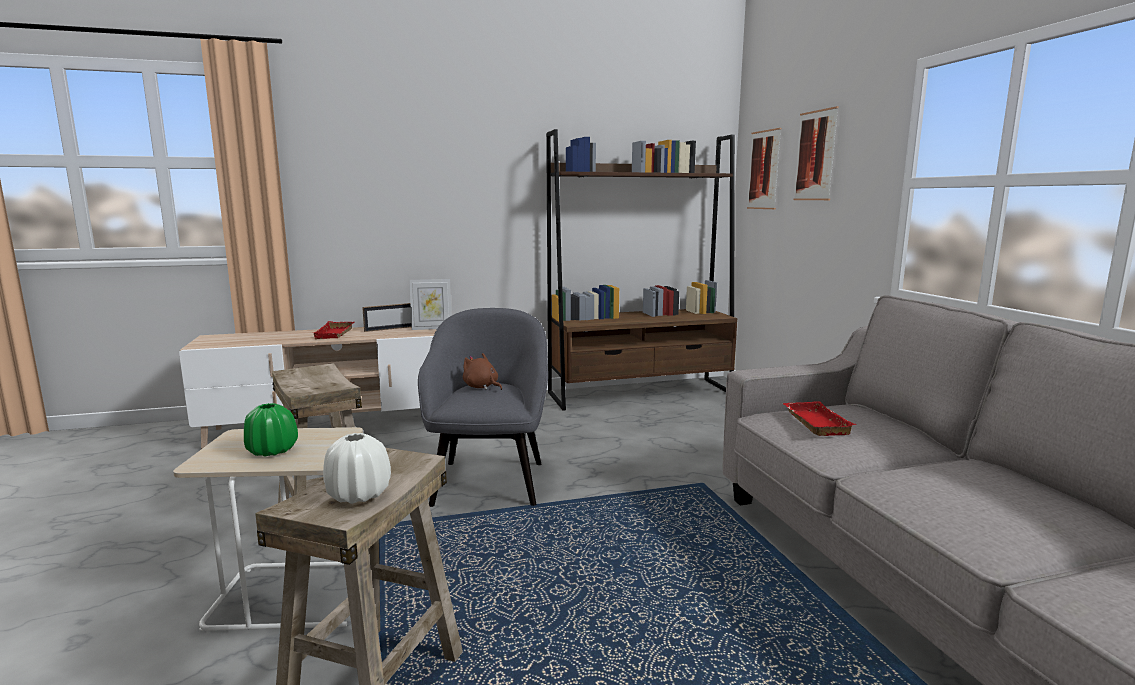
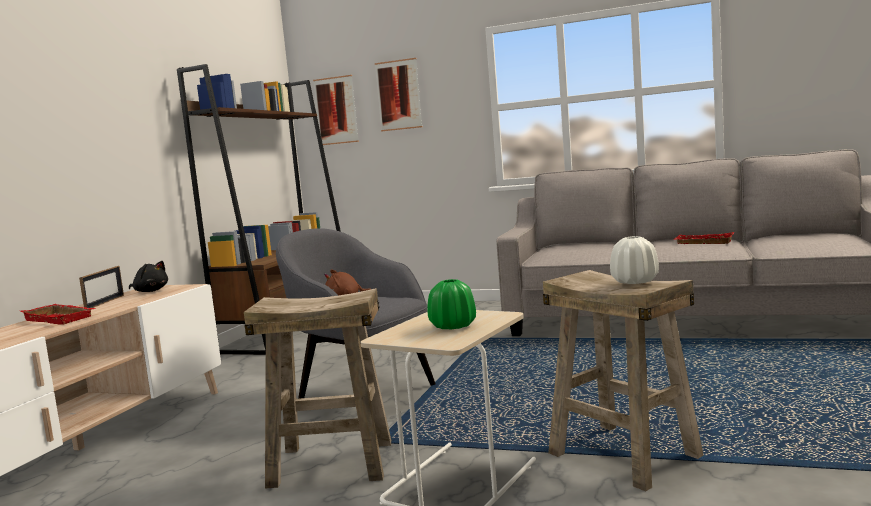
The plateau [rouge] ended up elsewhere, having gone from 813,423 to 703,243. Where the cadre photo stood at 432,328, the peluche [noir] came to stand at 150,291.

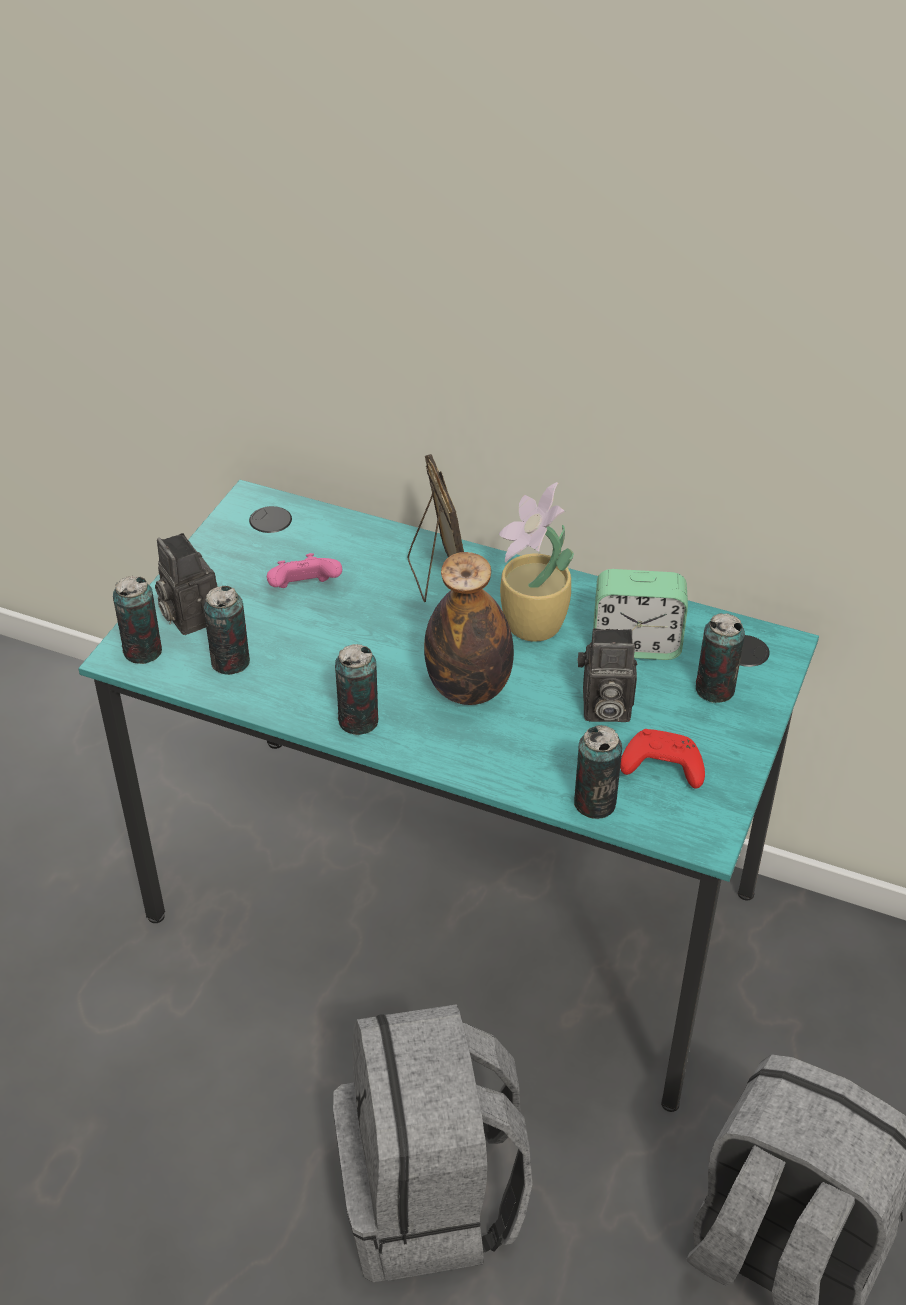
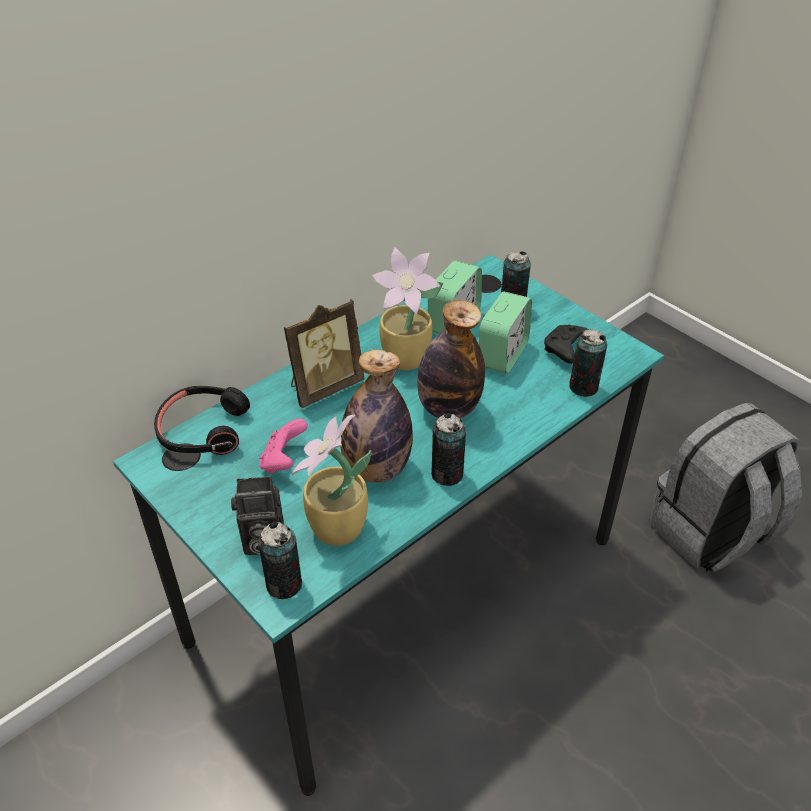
The second view lost the sac à dos [gris] at 431,1198. The second view gained the casque audio [noir] at 203,429. The second view gained the bouteille at 376,469. Where the boîte métallique stood at 230,662, the plante en pot came to stand at 336,530. Where the appareil photo stood at 603,708, the réveil came to stand at 502,355. What was the manette [rouge] at 660,768 turned into the manette [noir] at 567,350. The cadre photo at 438,577 ended up facing another way, 135 degrees clockwise from before.

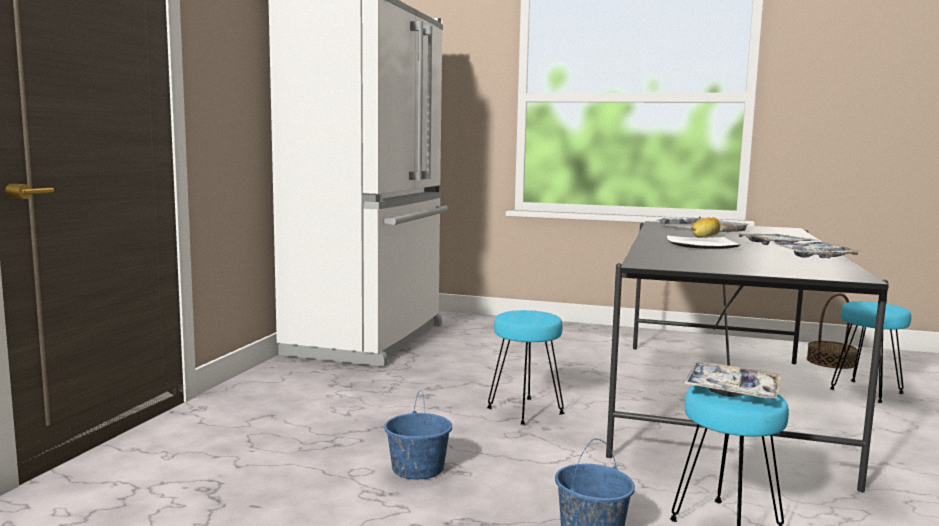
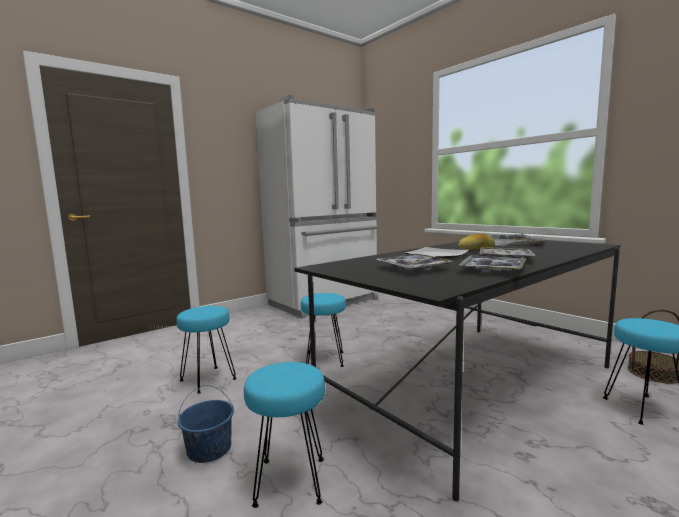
The plateau ended up elsewhere, having gone from 731,391 to 413,268. Where the seau [bleu] stood at 418,468, the tabouret [turquoise] came to stand at 209,379.

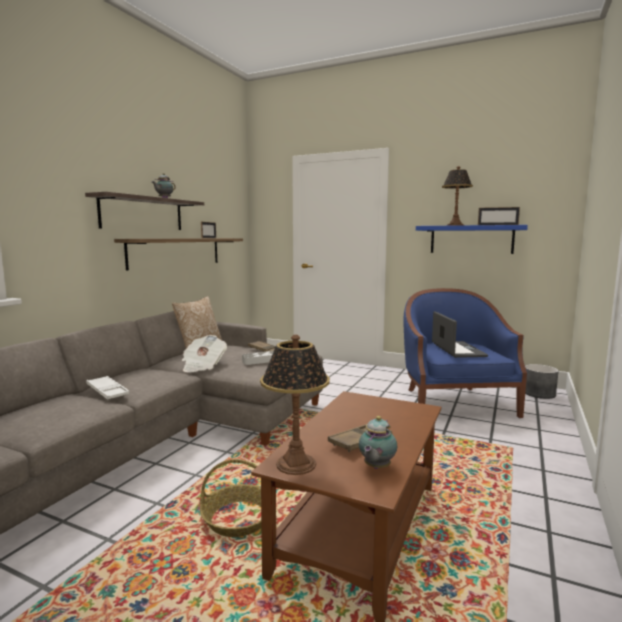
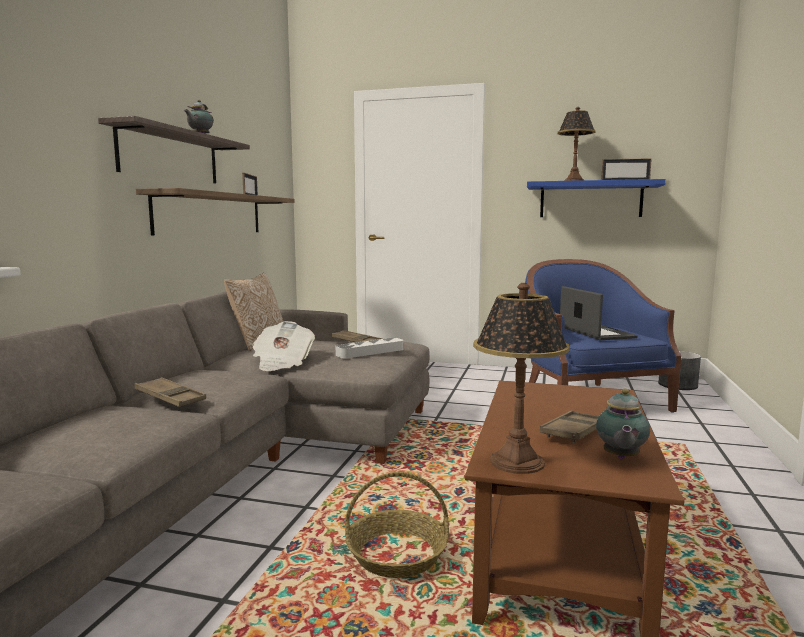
What was the plateau [blanc] at 107,391 turned into the plateau [marron] at 170,397.

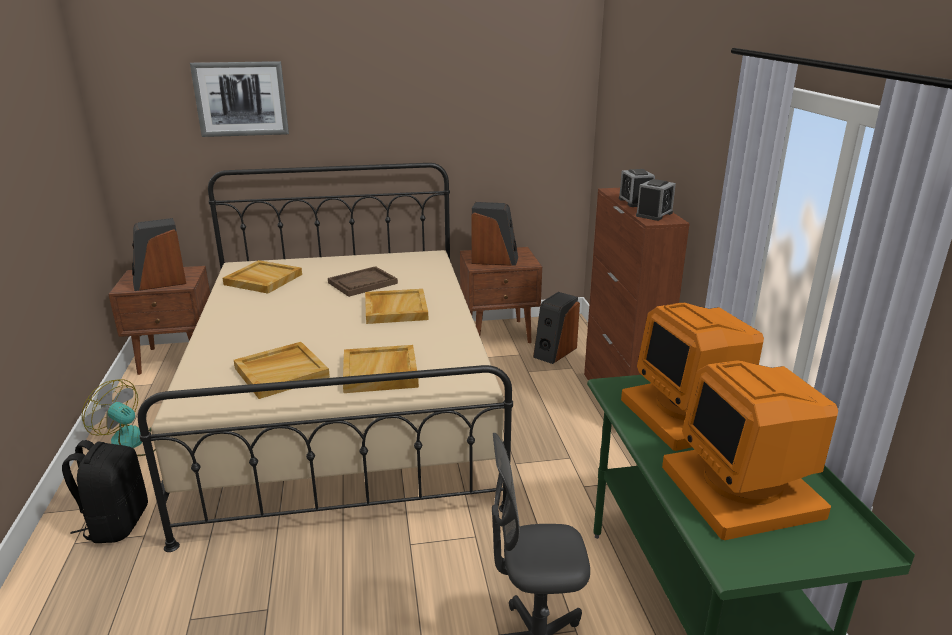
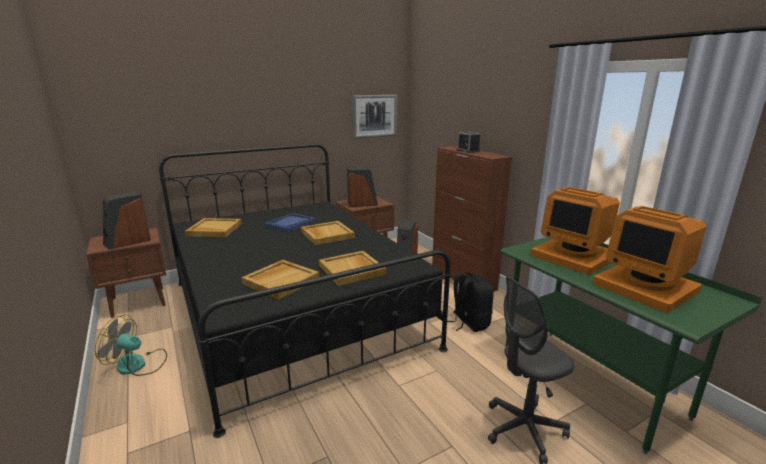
The second view lost the réveil at 654,214. The sac à dos [noir] ended up elsewhere, having gone from 116,523 to 469,323. The tableau ended up elsewhere, having gone from 241,99 to 374,116. What was the lit [beige] at 344,410 turned into the lit [noir] at 294,312. What was the plateau [marron] at 362,283 turned into the plateau [bleu] at 290,224.

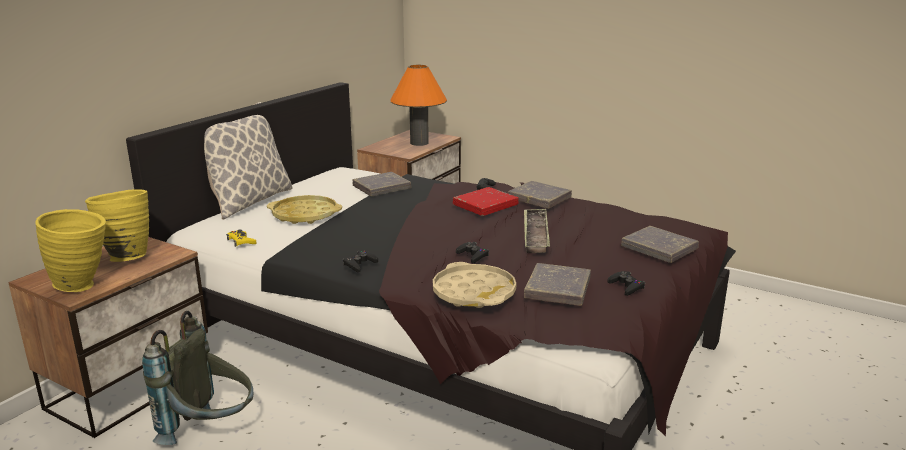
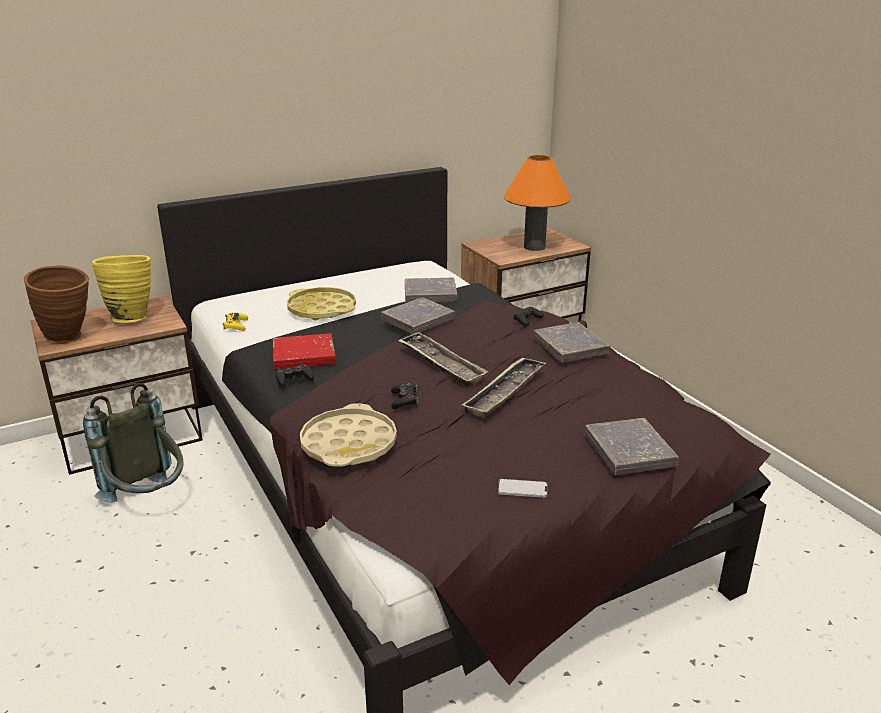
The second view lost the coussin at 248,202. The second view gained the plateau at 441,364. The livre [rouge] ended up elsewhere, having gone from 485,205 to 304,356. The livre [gris] ended up elsewhere, having gone from 558,289 to 418,320. Where the manette [noir] stood at 626,287, the téléphone came to stand at 522,489. What was the vase [jaune] at 84,286 turned into the vase [marron] at 70,338.

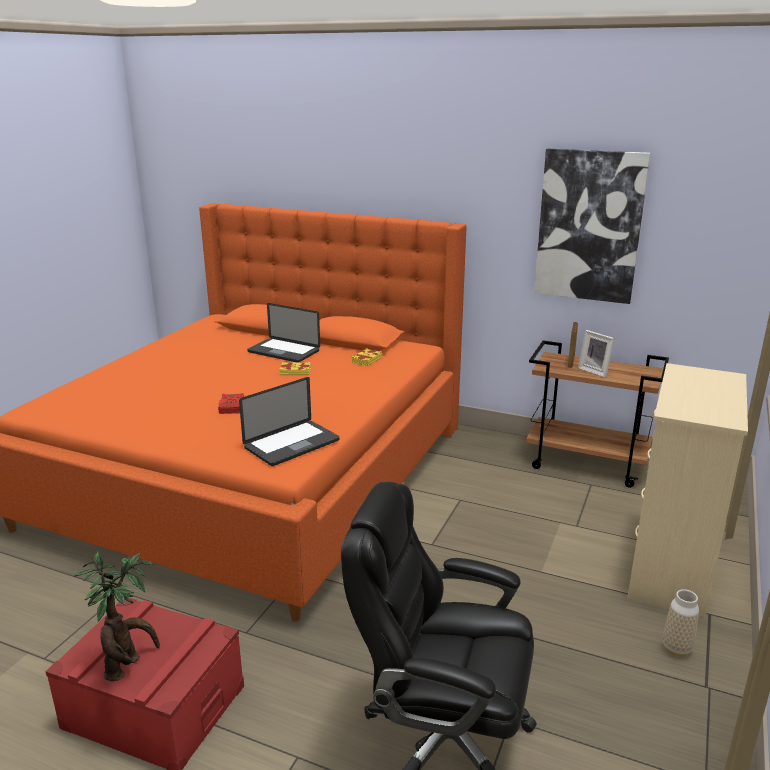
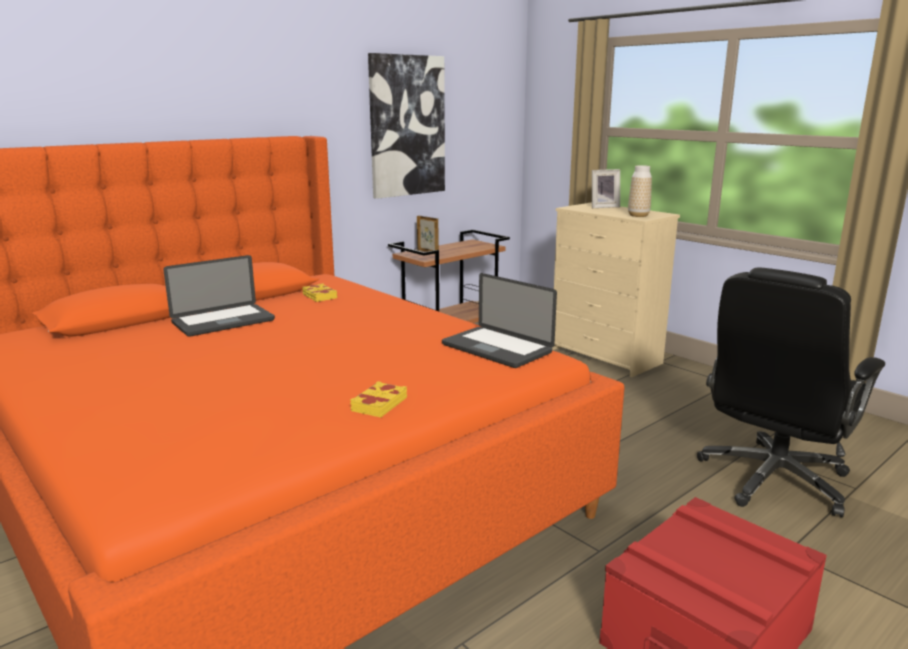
The second view lost the plante en pot at 128,664. The second view lost the livre [rouge] at 231,407. The livre [jaune] ended up elsewhere, having gone from 295,371 to 378,404. The cadre photo ended up elsewhere, having gone from 595,371 to 603,207. The vase ended up elsewhere, having gone from 676,649 to 638,215. The ordinateur portable at 292,444 ended up facing another way, 150 degrees clockwise from before.

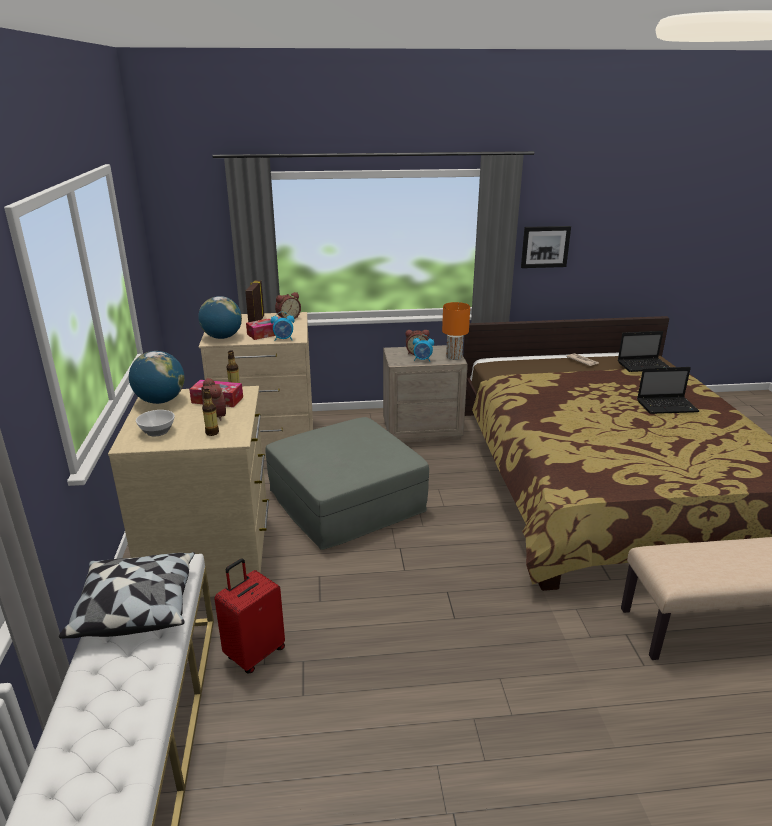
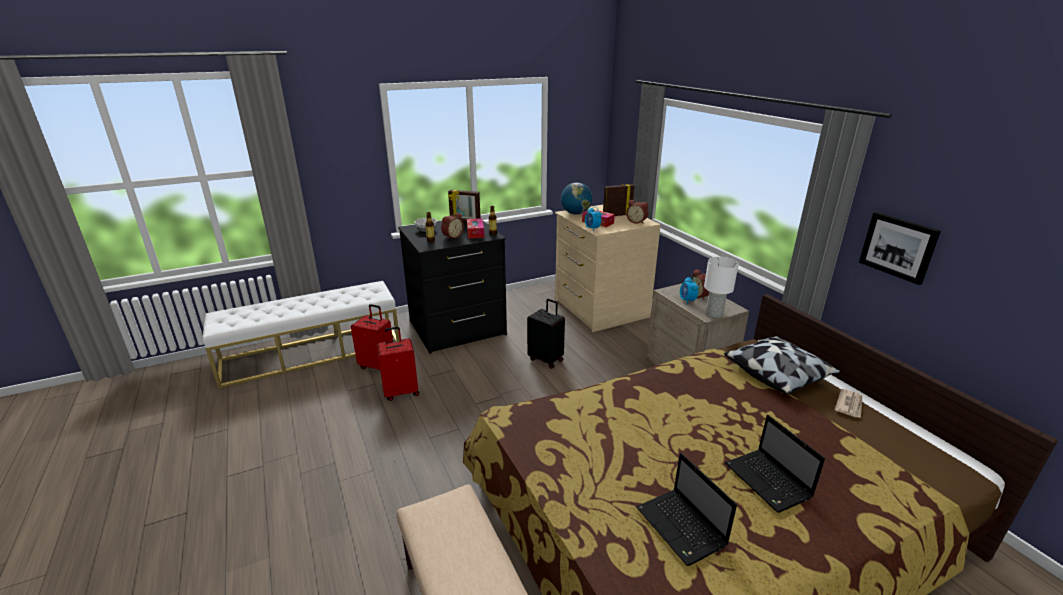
The second view gained the valise [rouge] at 401,392. The coussin ended up elsewhere, having gone from 136,607 to 778,375. The ordinateur portable ended up elsewhere, having gone from 644,366 to 682,528. Where the globe stood at 160,401, the cadre photo came to stand at 465,222. Where the pouf [gris] stood at 346,501, the valise [noir] came to stand at 546,359. What was the commode [beige] at 212,556 turned into the commode [noir] at 457,328. What was the lampe de table [orange] at 453,357 turned into the lampe de table [blanc] at 713,313.

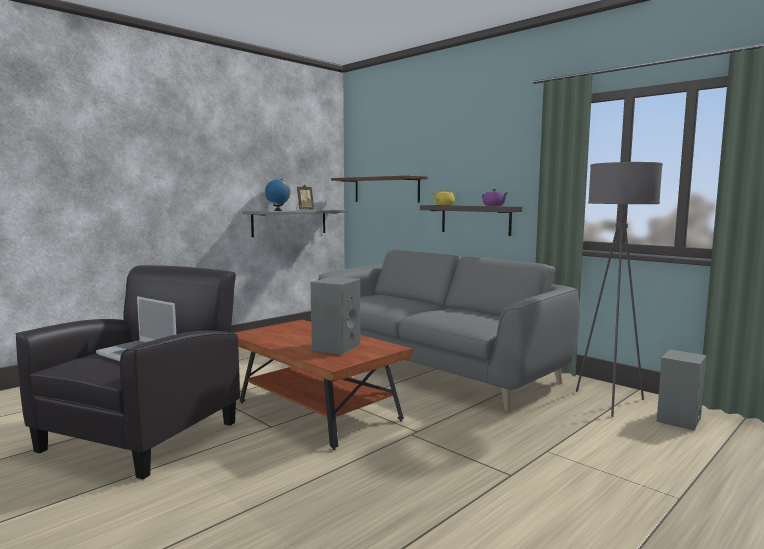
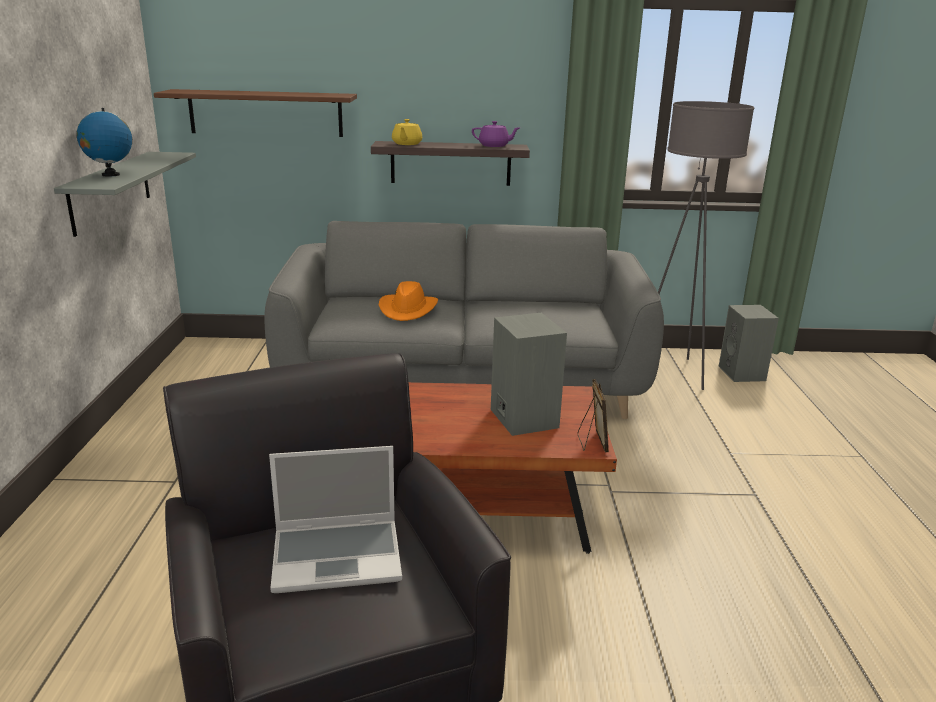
The second view gained the chapeau [orange] at 408,309. The cadre photo ended up elsewhere, having gone from 304,210 to 591,443.

